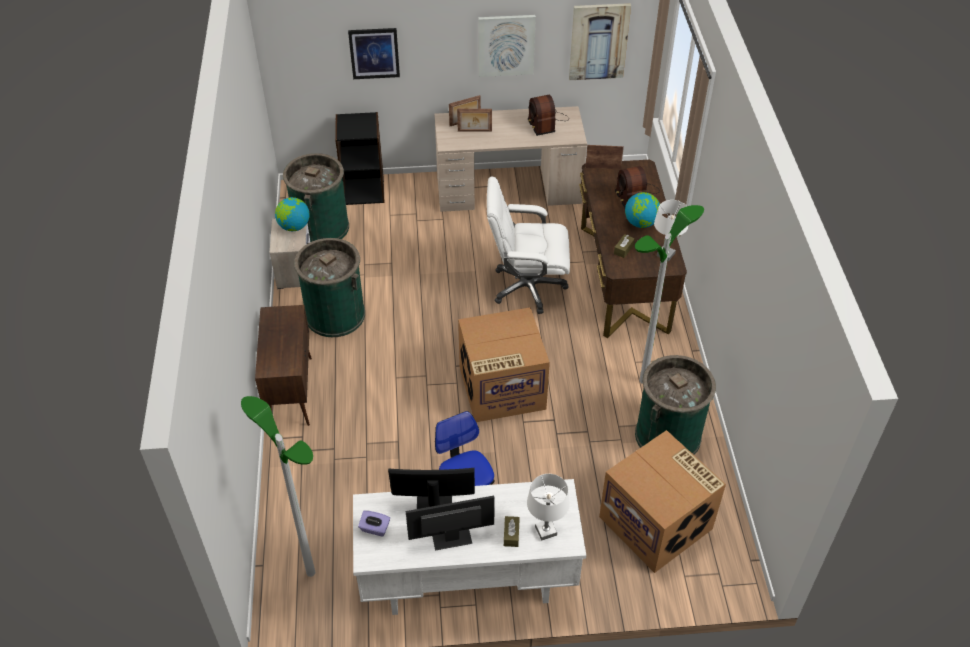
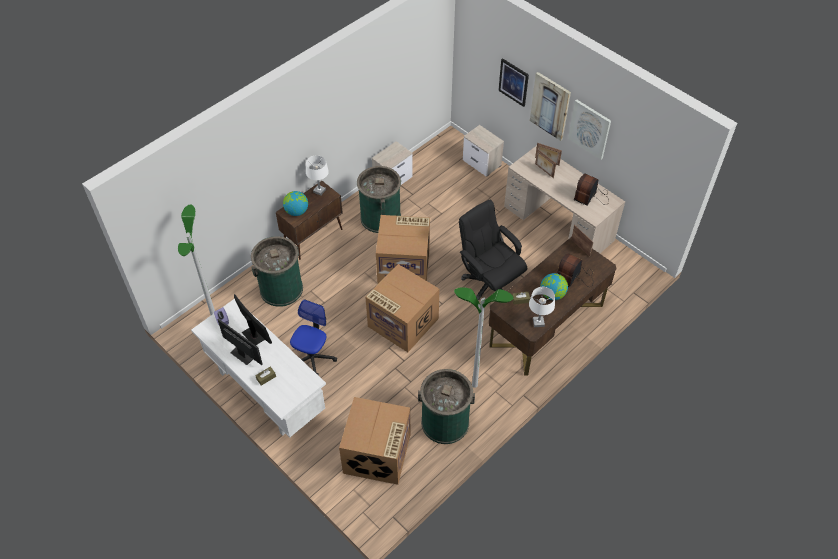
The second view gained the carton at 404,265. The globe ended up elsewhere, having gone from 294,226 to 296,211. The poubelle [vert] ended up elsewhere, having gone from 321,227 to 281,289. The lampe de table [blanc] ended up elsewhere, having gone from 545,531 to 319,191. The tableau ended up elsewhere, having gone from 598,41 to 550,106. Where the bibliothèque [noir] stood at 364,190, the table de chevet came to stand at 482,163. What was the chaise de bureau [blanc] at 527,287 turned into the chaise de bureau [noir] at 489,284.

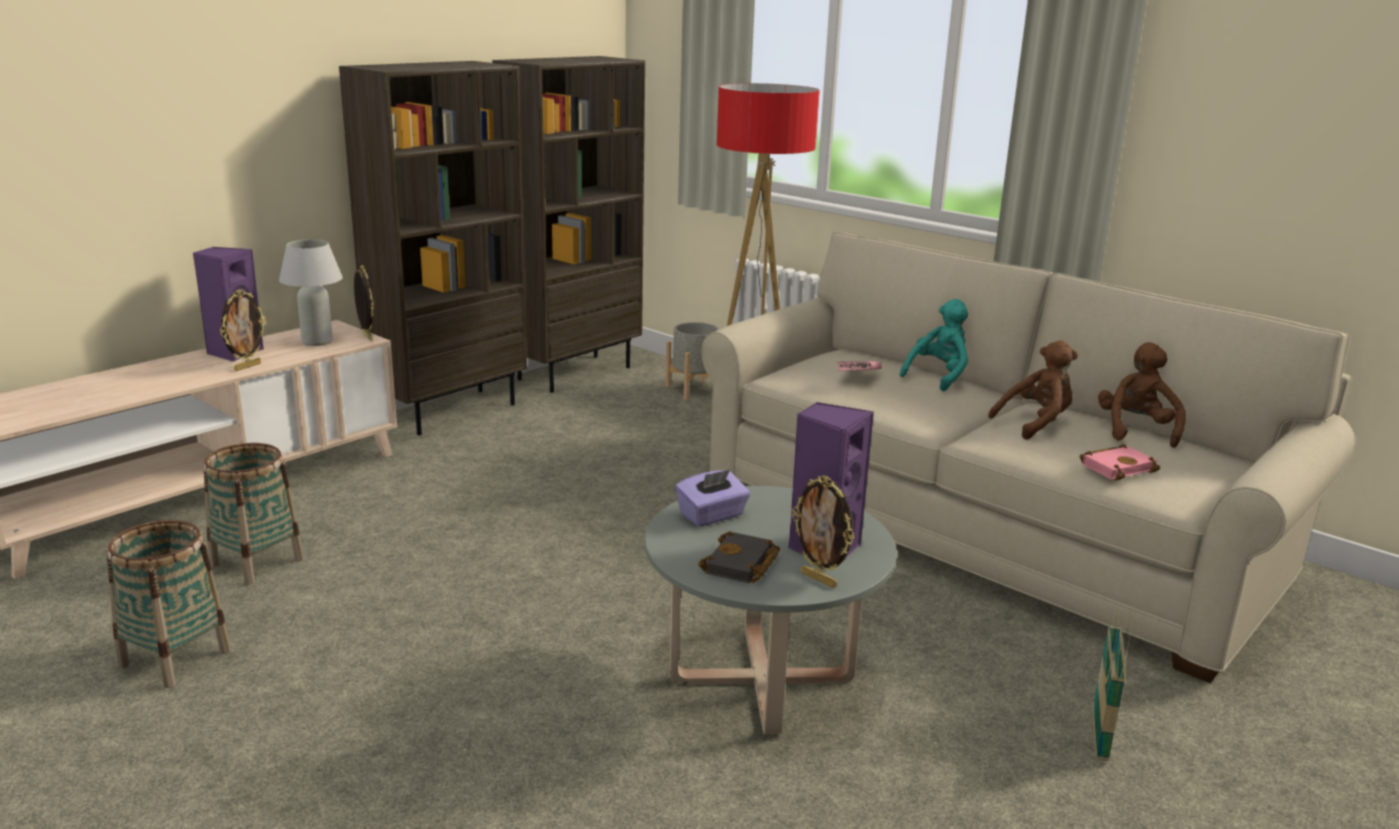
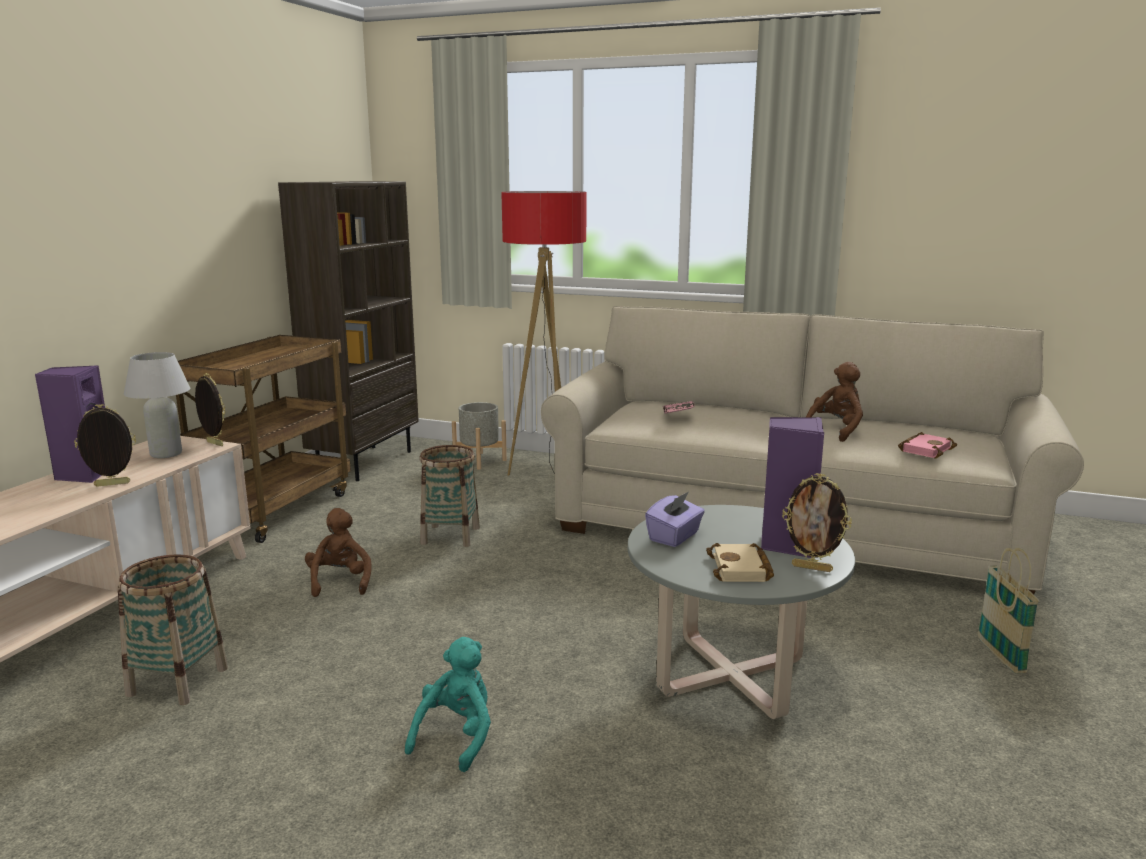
The panier ended up elsewhere, having gone from 175,658 to 450,535. The peluche [turquoise] ended up elsewhere, having gone from 939,377 to 457,736. The peluche [marron] ended up elsewhere, having gone from 1136,430 to 340,582. Where the bibliothèque [marron] stood at 451,411, the chariot [marron] came to stand at 275,510. What was the livre [noir] at 741,565 turned into the livre [beige] at 741,569. The cadre photo at 247,366 ended up facing another way, 120 degrees counterclockwise from before.

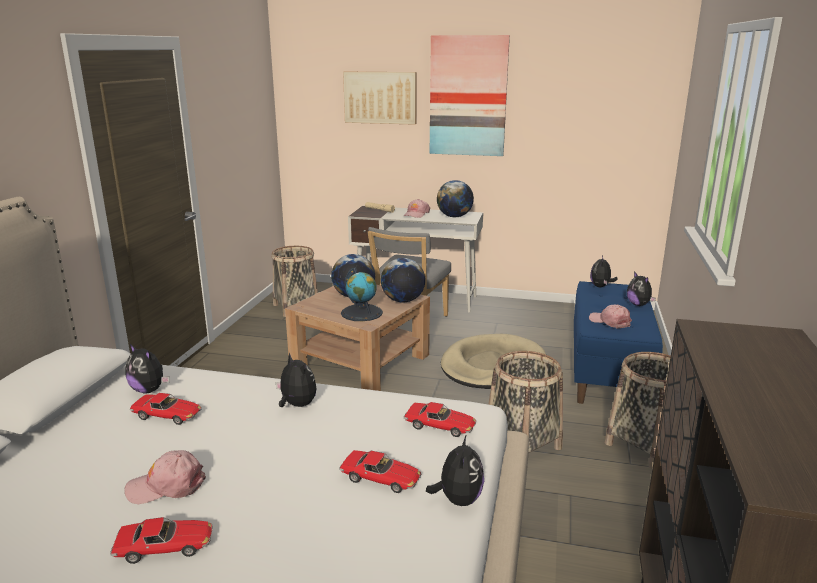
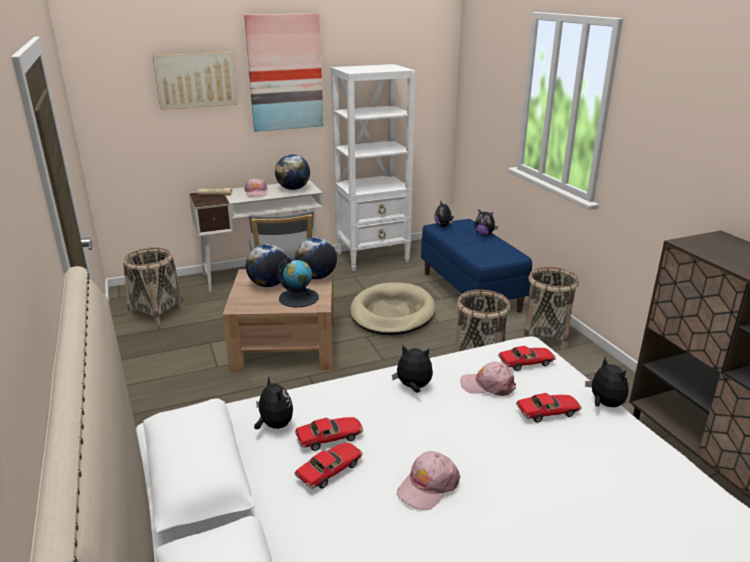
The second view gained the bibliothèque [blanc] at 373,257. The petite voiture ended up elsewhere, having gone from 165,547 to 330,470. The casquette [rose] ended up elsewhere, having gone from 610,321 to 488,385. The peluche at 149,390 ended up facing another way, 120 degrees counterclockwise from before.

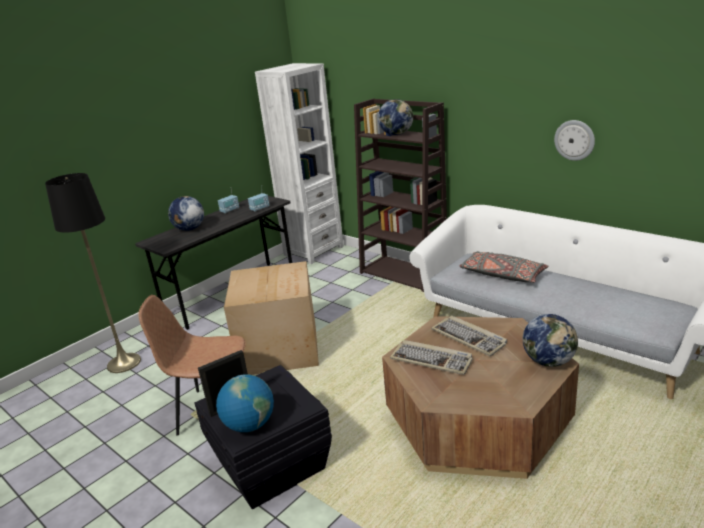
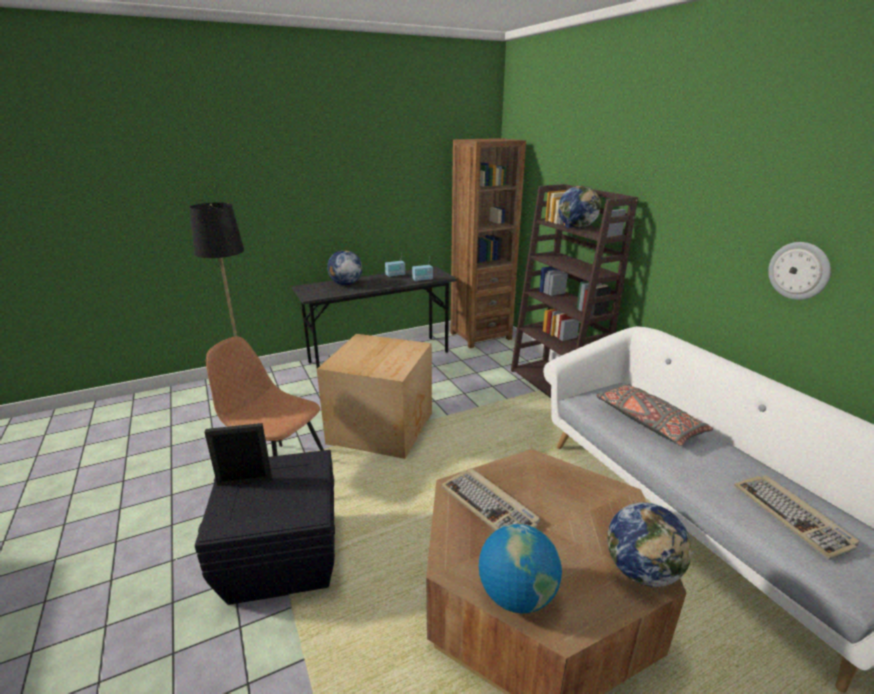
The globe ended up elsewhere, having gone from 249,425 to 516,595. The clavier ended up elsewhere, having gone from 469,338 to 792,517. What was the bibliothèque [blanc] at 313,251 turned into the bibliothèque [marron] at 480,336.

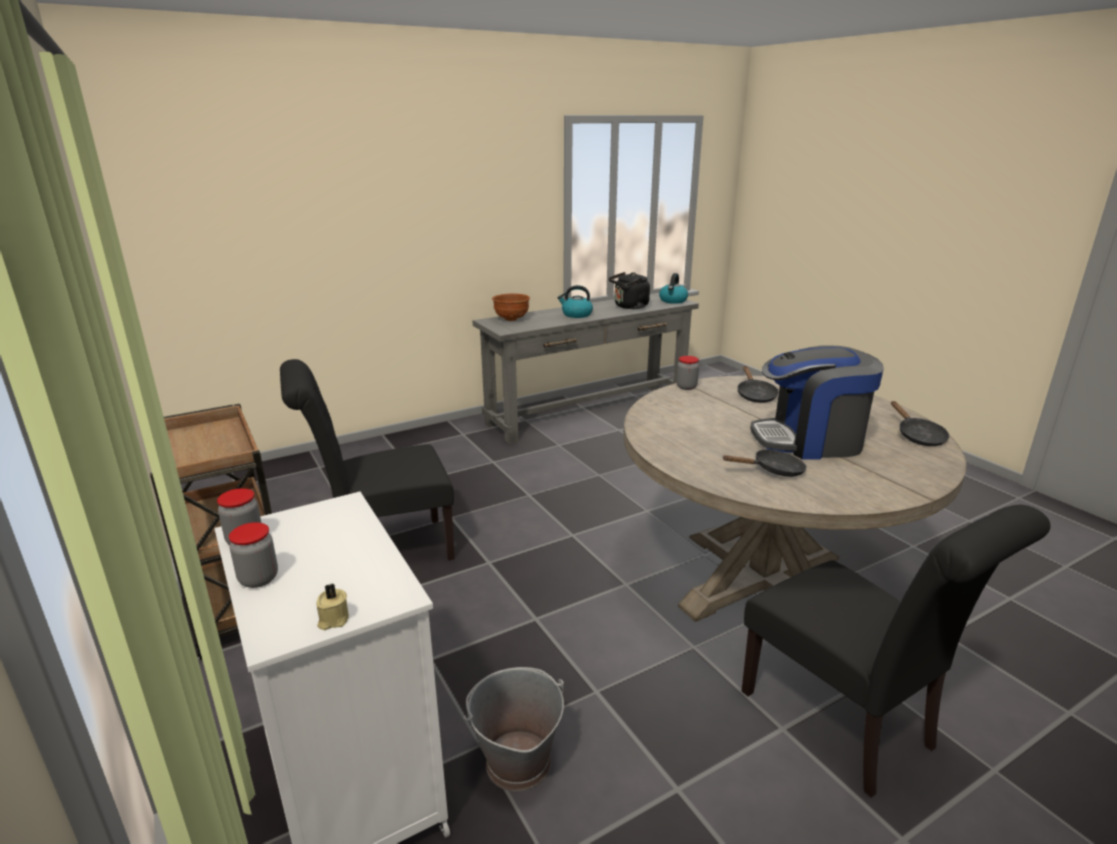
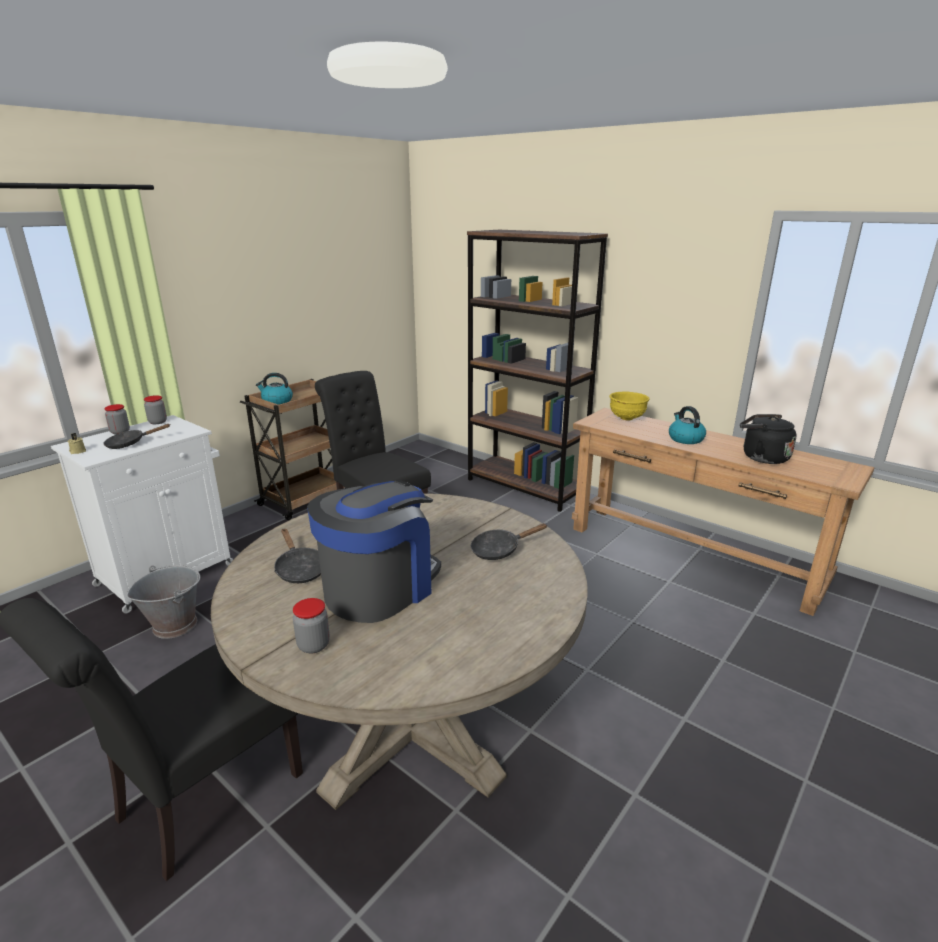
The second view gained the bibliothèque [marron] at 525,487. The bouilloire ended up elsewhere, having gone from 673,301 to 277,401. The bocal ended up elsewhere, having gone from 686,387 to 313,645. The poêle [noir] ended up elsewhere, having gone from 918,436 to 130,443. What was the table console [gris] at 588,412 turned into the table console [marron] at 691,555. What was the bol [marron] at 511,319 turned into the bol [jaune] at 627,418. The machine à café at 809,441 ended up facing another way, 60 degrees clockwise from before.

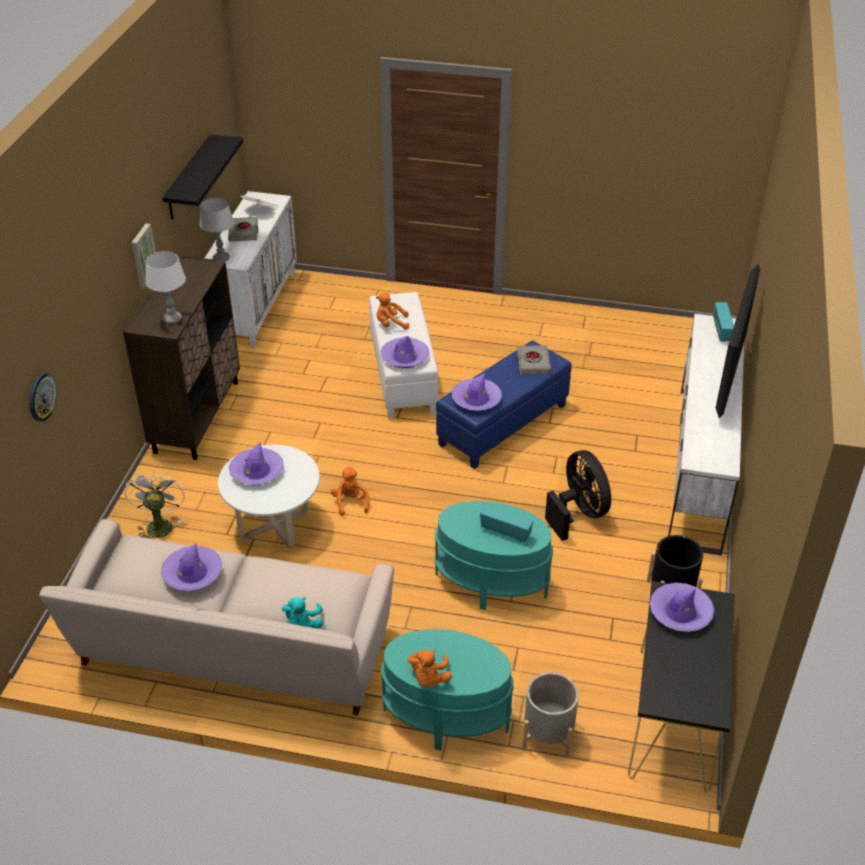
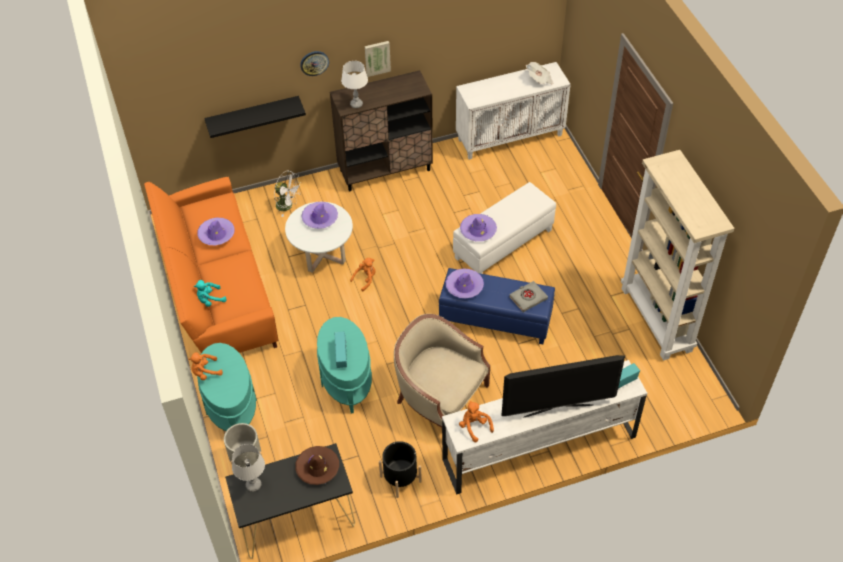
The second view lost the livre [gris] at 243,232. The second view gained the bibliothèque [beige] at 657,320. The horloge murale ended up elsewhere, having gone from 41,397 to 314,63. The étagère [noir] ended up elsewhere, having gone from 189,178 to 253,115. The lampe de table [gris] ended up elsewhere, having gone from 221,258 to 253,485. The peluche [orange] ended up elsewhere, having gone from 391,324 to 474,427. Where the ventilateur [noir] stood at 578,513, the fauteuil [beige] came to stand at 440,398. What was the canapé [beige] at 232,653 turned into the canapé [orange] at 218,290. What was the chapeau [violet] at 680,612 turned into the chapeau [marron] at 317,468. The ventilateur [blanc] at 159,524 ended up facing another way, 60 degrees clockwise from before.

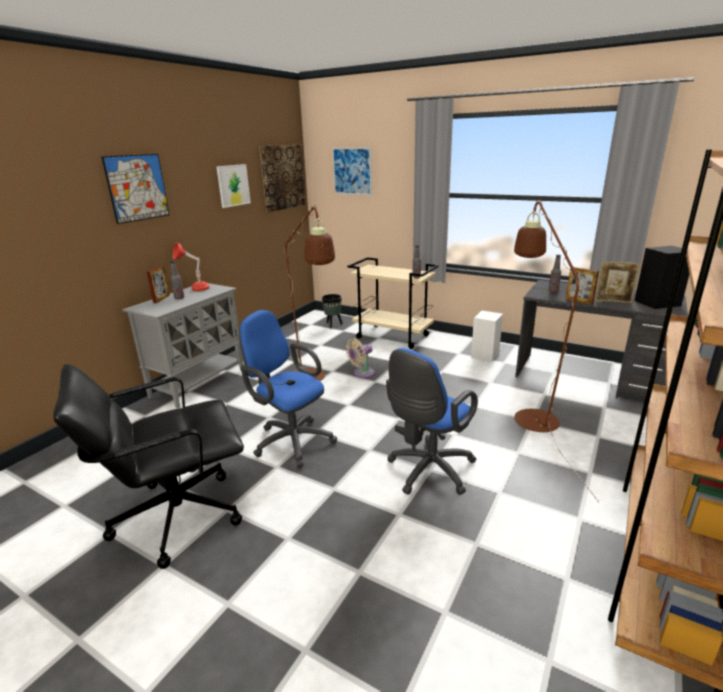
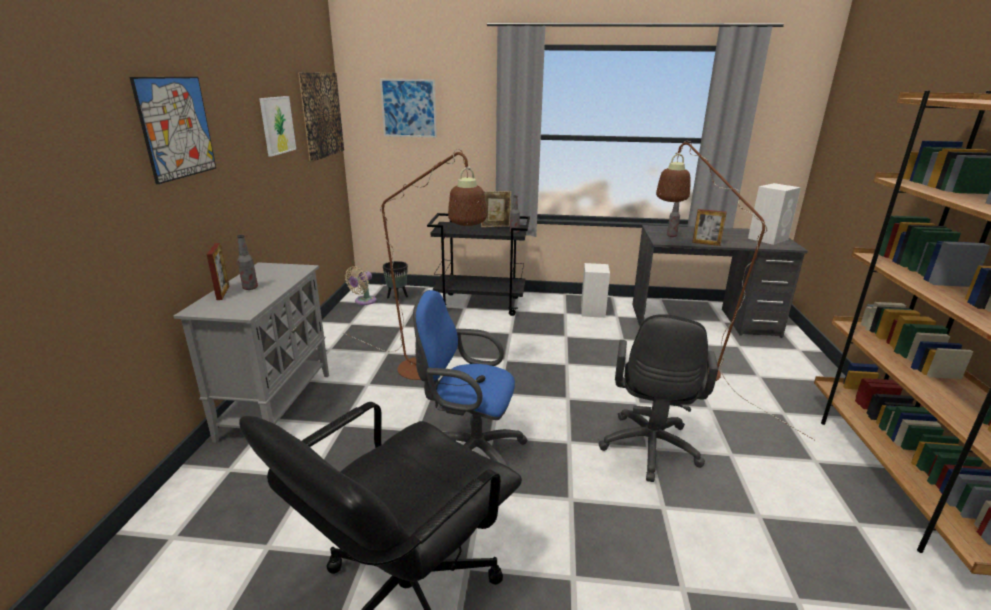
The second view lost the lampe de table [rouge] at 195,289. The ventilateur [beige] ended up elsewhere, having gone from 362,373 to 363,301. The cadre photo ended up elsewhere, having gone from 613,301 to 495,226. What was the chariot [beige] at 393,336 turned into the chariot [noir] at 481,304. What was the chaise de bureau [bleu] at 428,472 turned into the chaise de bureau [noir] at 649,451. What was the enceinte [noir] at 658,303 turned into the enceinte [blanc] at 768,239.

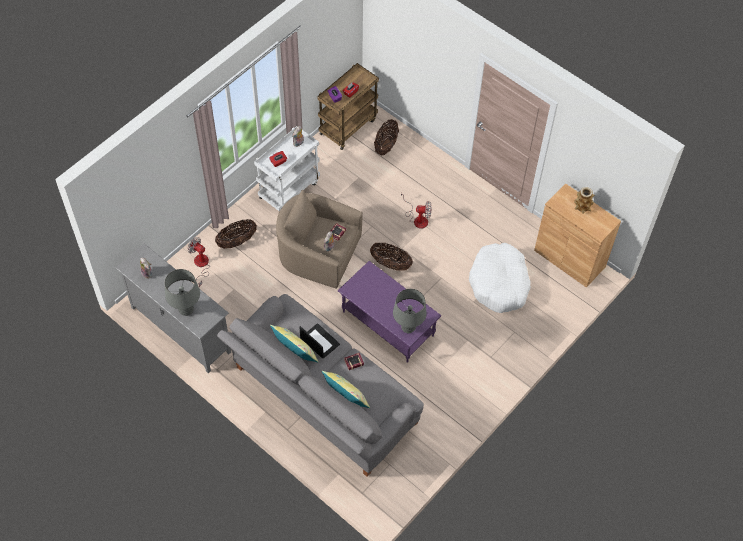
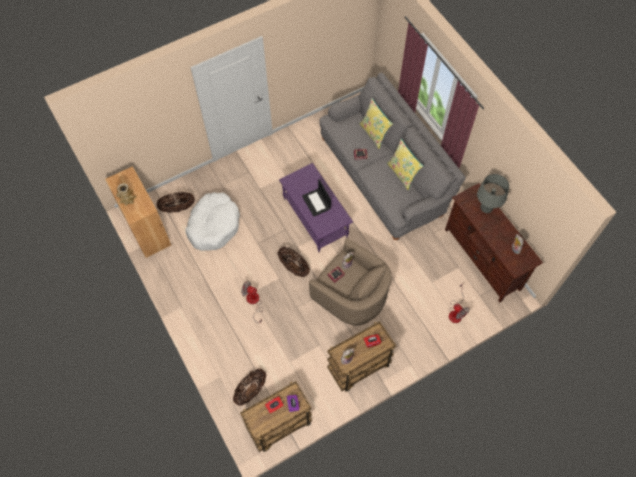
The second view lost the lampe de table [gris] at 408,327. The panier ended up elsewhere, having gone from 237,241 to 177,208. The ordinateur portable ended up elsewhere, having gone from 319,341 to 316,202. What was the meuble télé [gris] at 180,330 turned into the meuble télé [marron] at 483,259. What was the chariot [blanc] at 289,189 turned into the chariot [marron] at 358,368.

